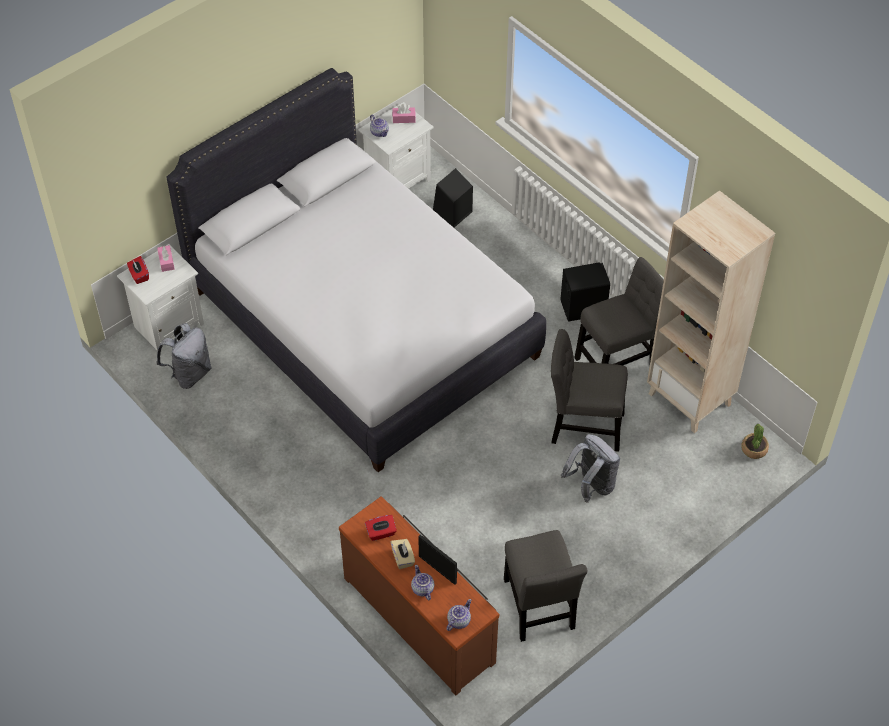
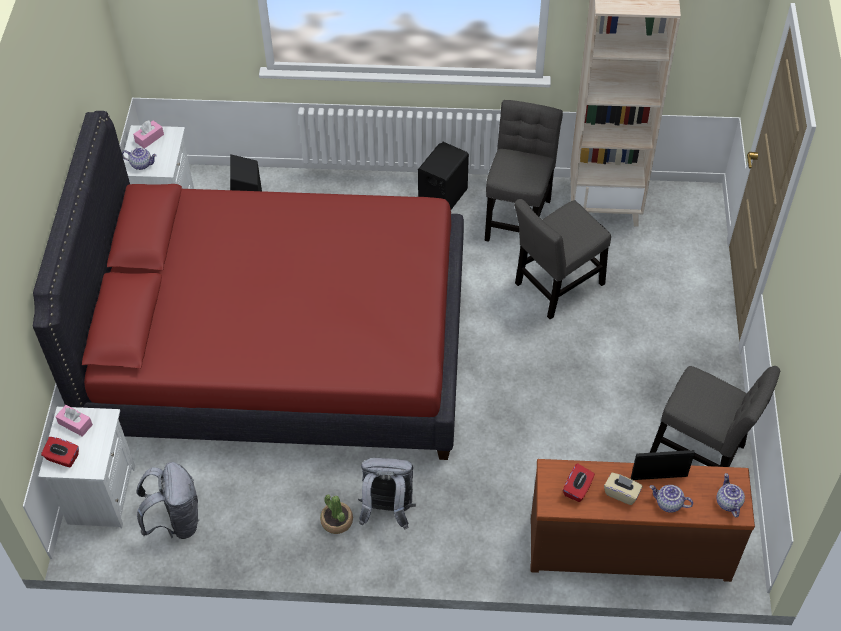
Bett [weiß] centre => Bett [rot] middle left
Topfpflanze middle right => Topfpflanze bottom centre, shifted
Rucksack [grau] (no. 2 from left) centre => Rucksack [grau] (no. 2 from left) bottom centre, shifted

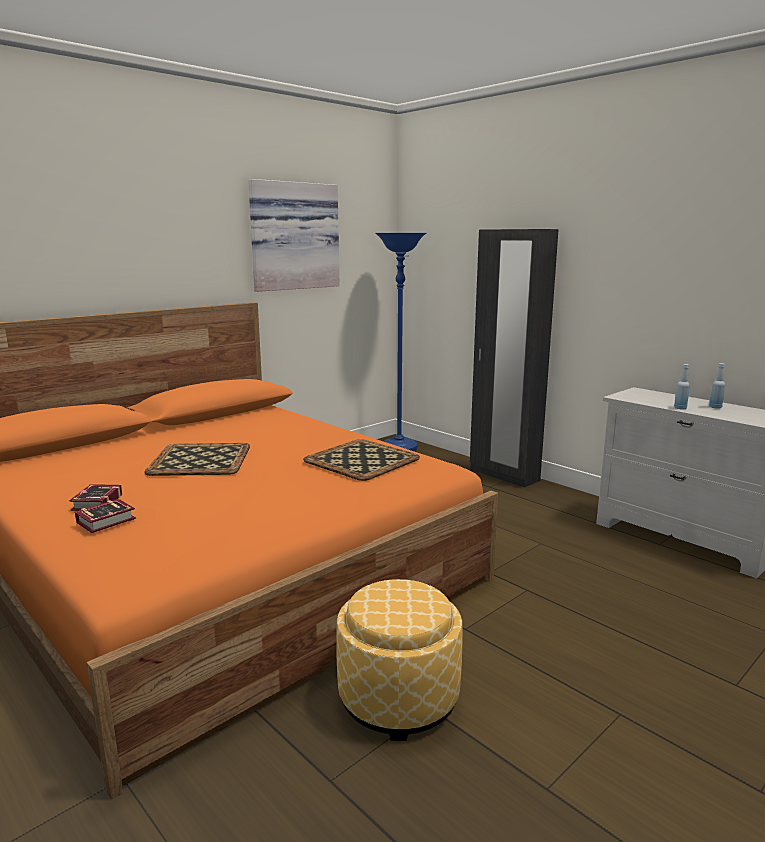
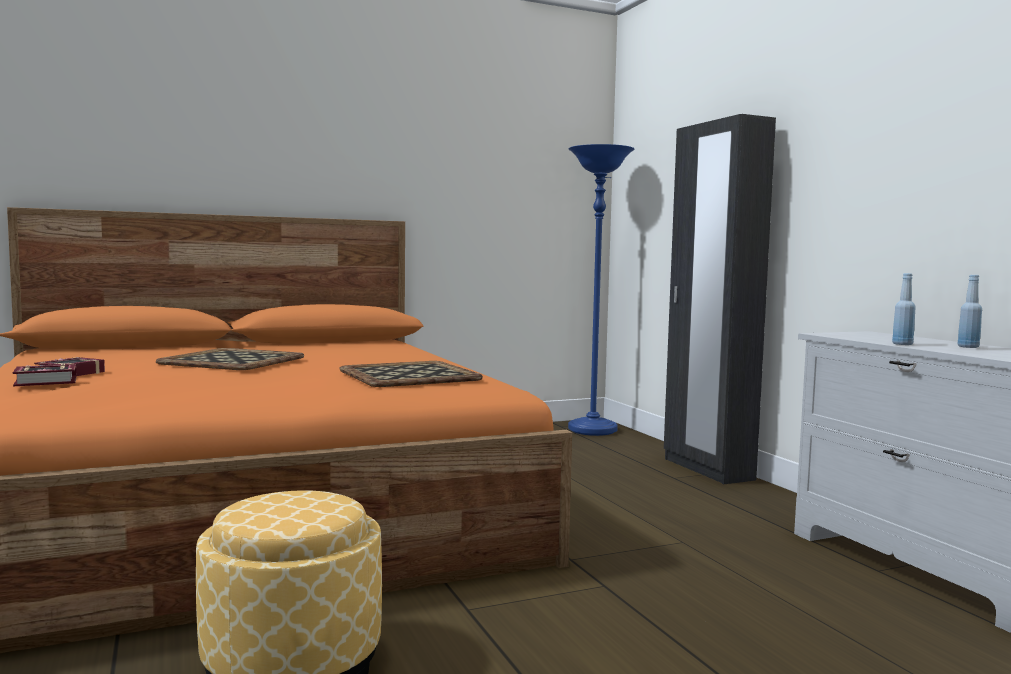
Bild top centre => nothing

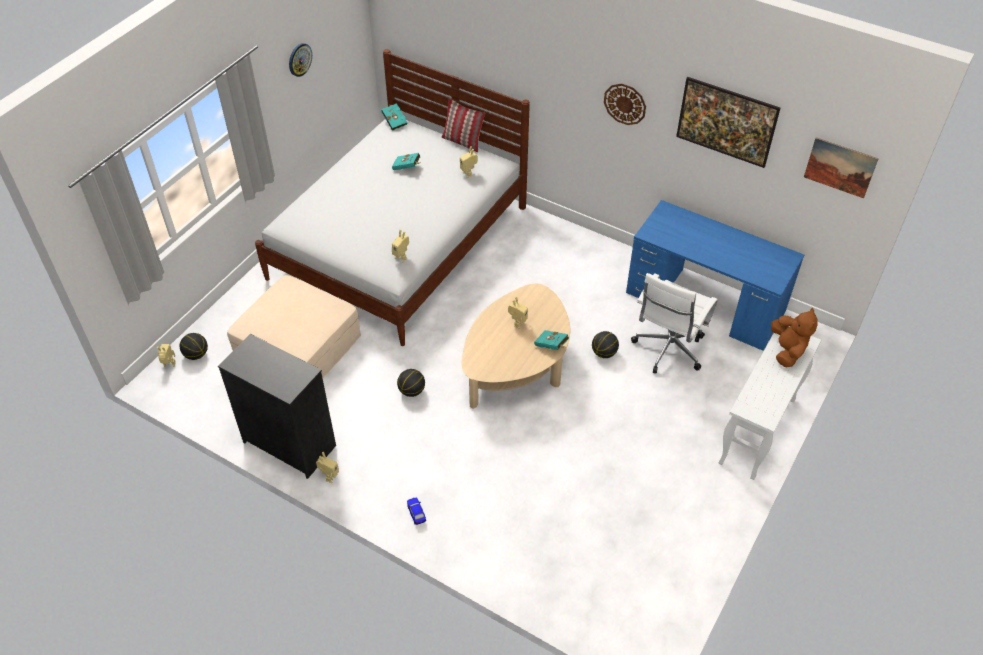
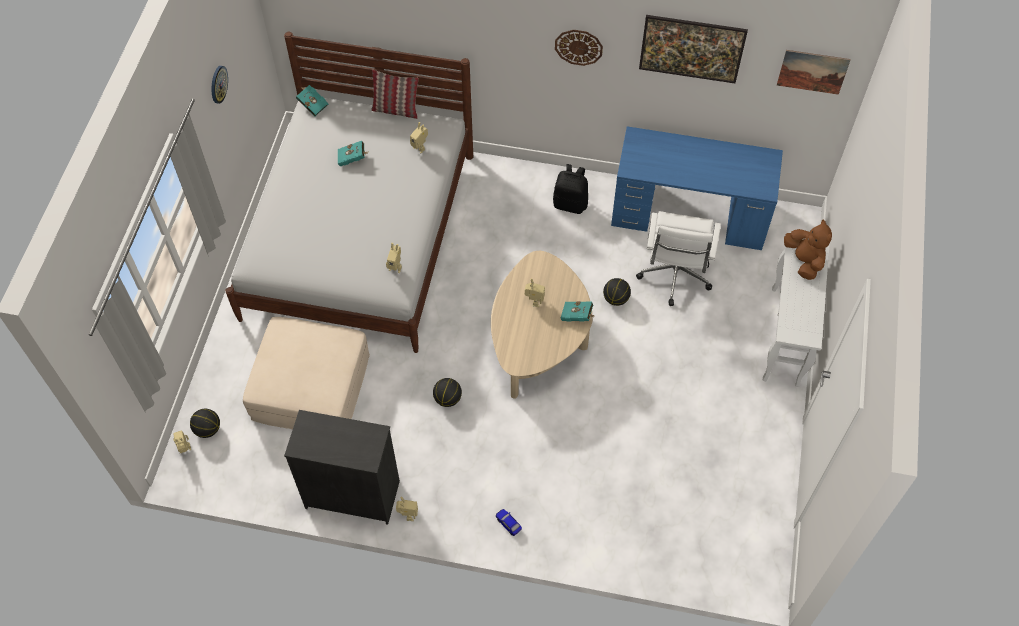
nothing => Rucksack [schwarz] top centre

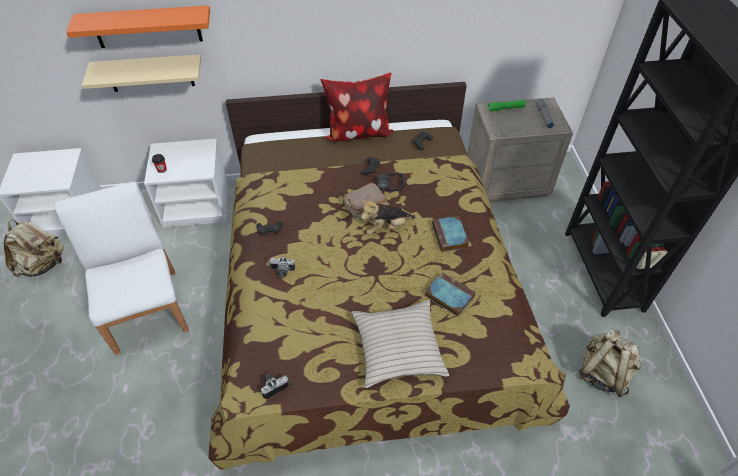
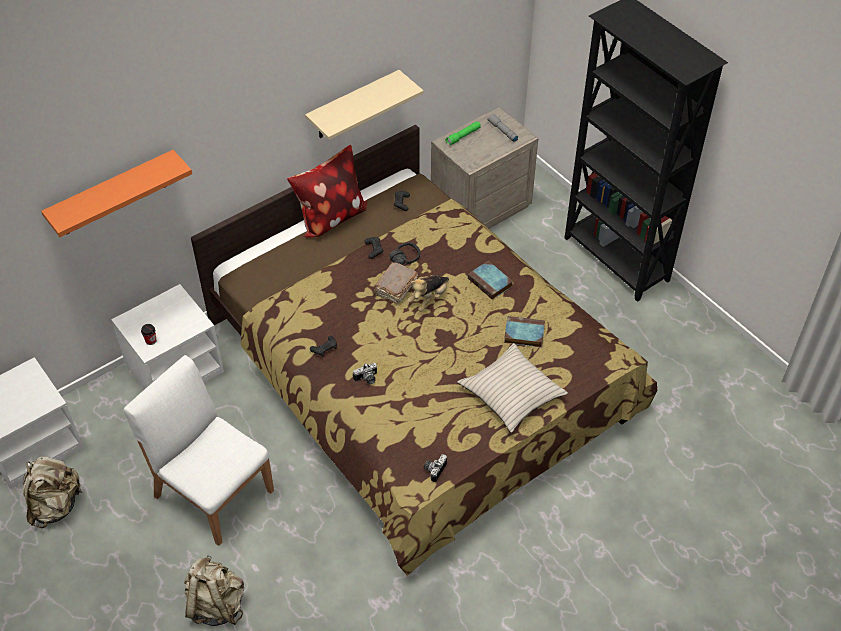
Rucksack [beige] (no. 2 from left) bottom right => Rucksack [beige] (no. 2 from left) bottom left, shifted
Wandregal [beige] top left => Wandregal [beige] top centre, shifted

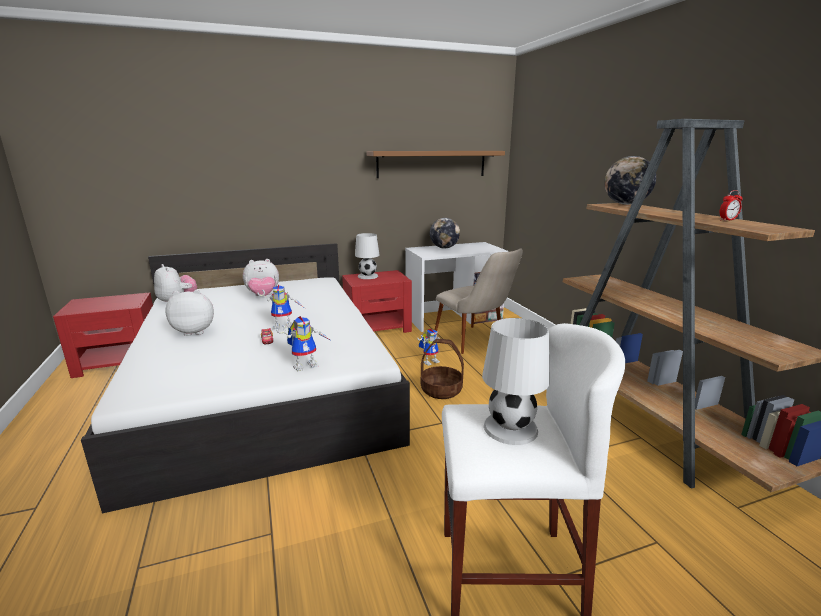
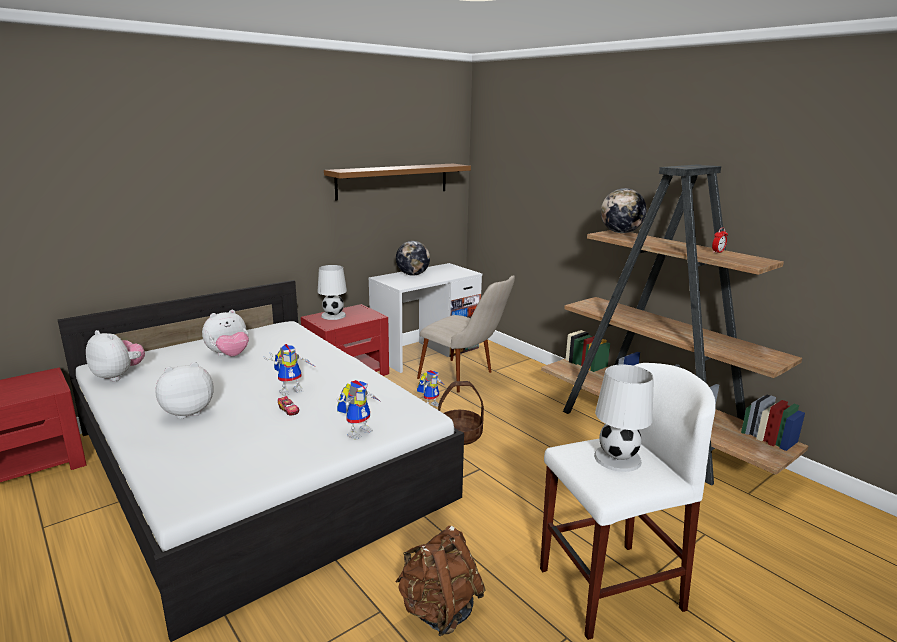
nothing => Rucksack [braun] bottom centre

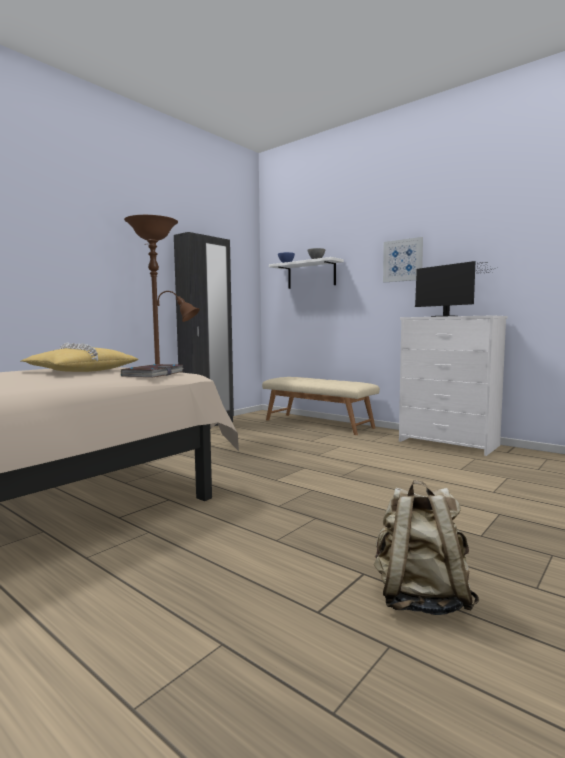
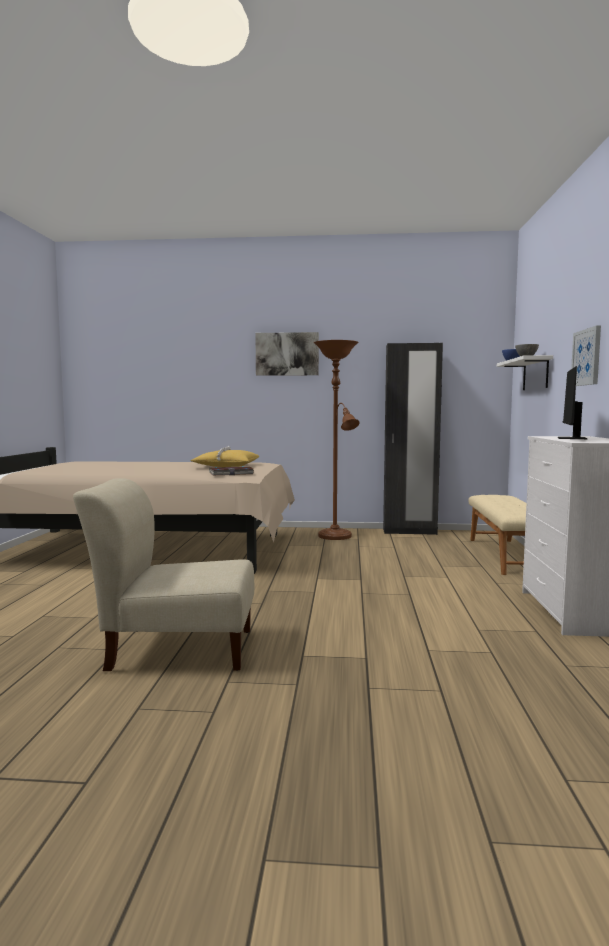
Rucksack [beige] bottom right => Stuhl [beige] middle left
nothing => Bild (no. 1 from left) centre

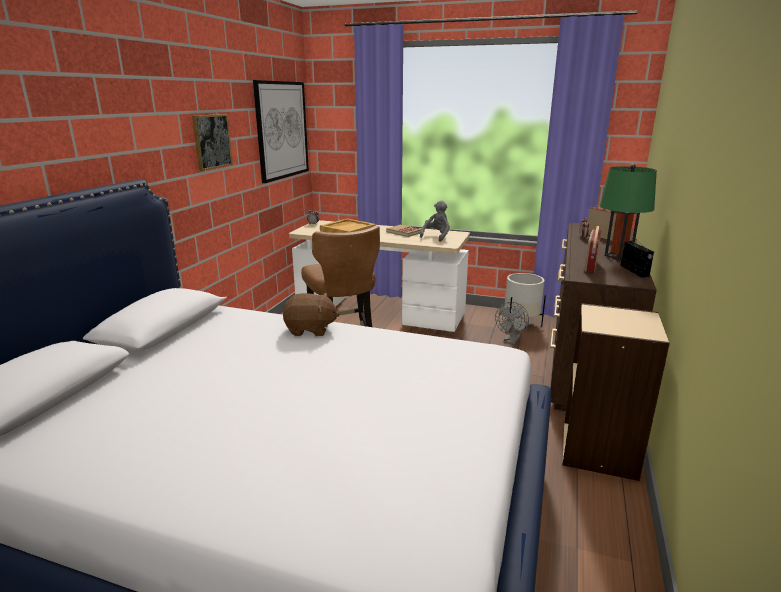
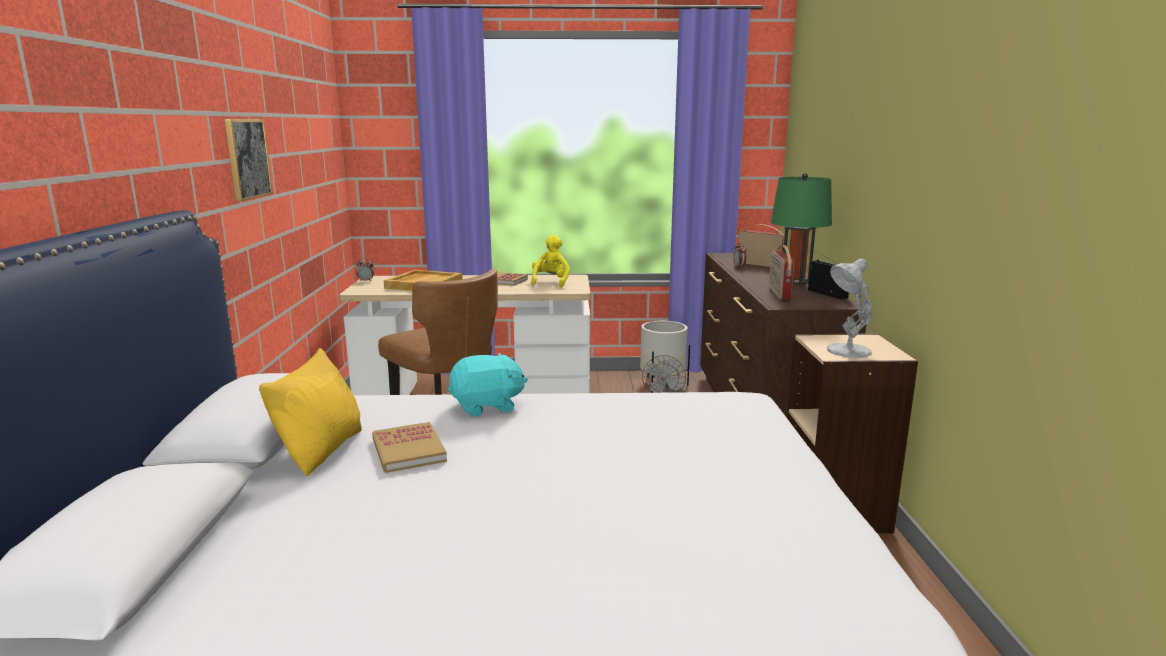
nothing => Kissen [gelb] middle left
nothing => Buch (no. 1 from left) bottom centre
Plüschtier [braun] centre => Plüschtier [türkis] centre
Plüschtier [grau] centre => Plüschtier [gelb] centre
nothing => Tischlampe [weiß] middle right
Bild (no. 2 from left) top centre => nothing

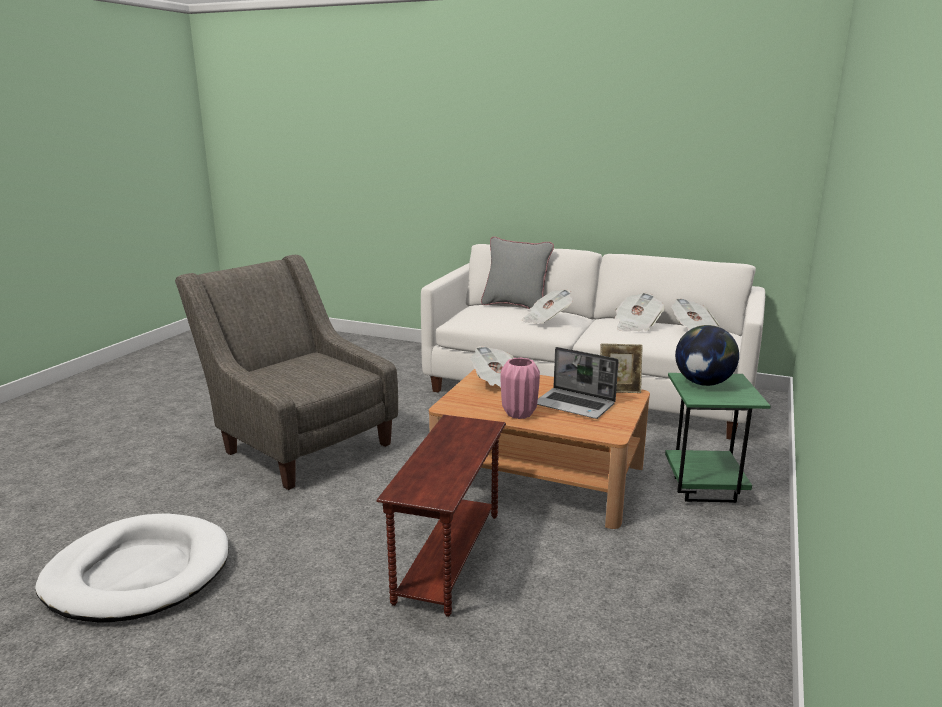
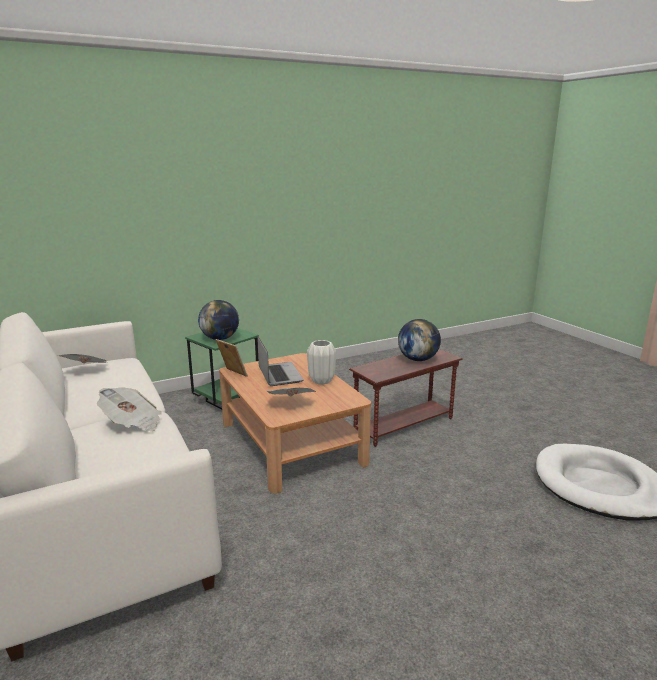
Vase [rosa] centre => Vase [weiß] centre
nothing => Globus (no. 2 from left) centre
Sessel [grau] middle left => nothing
Kissen [grau] centre => nothing
Zeitung (no. 3 from left) middle right => nothing

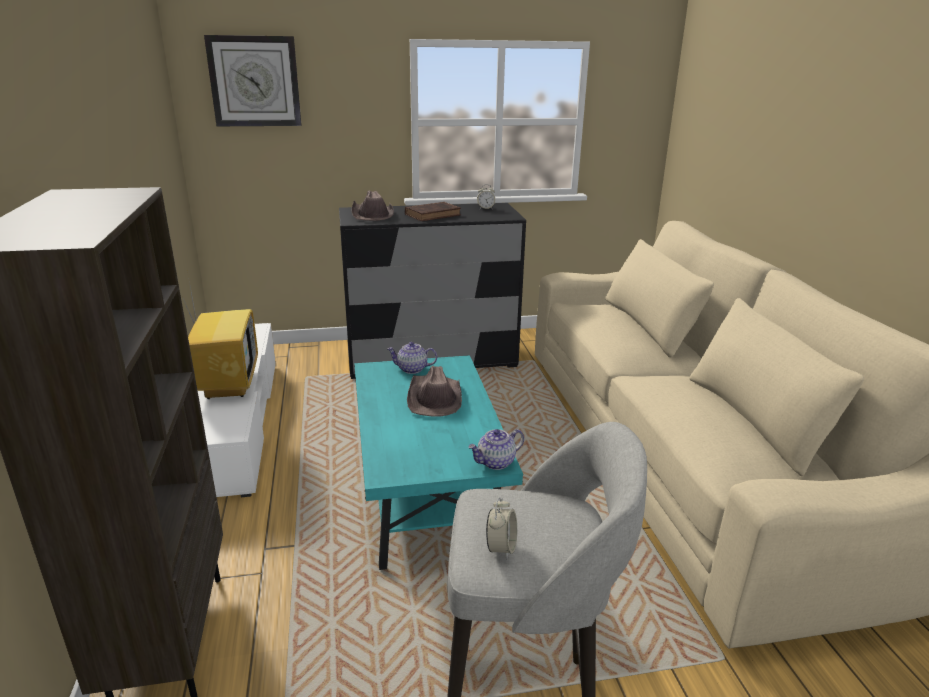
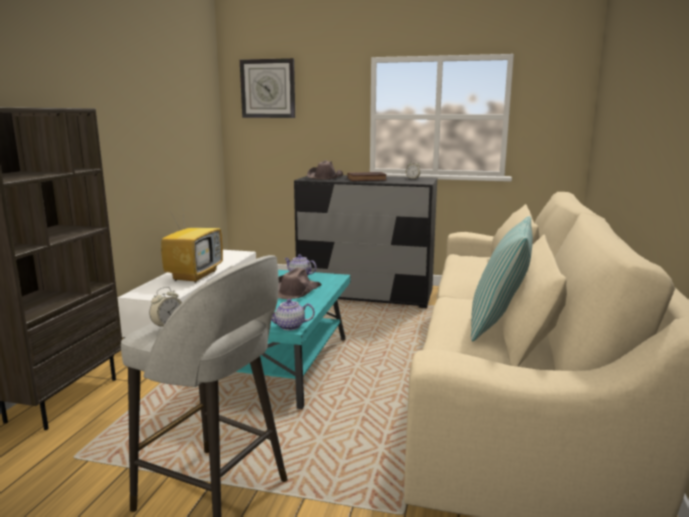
nothing => Kissen middle right

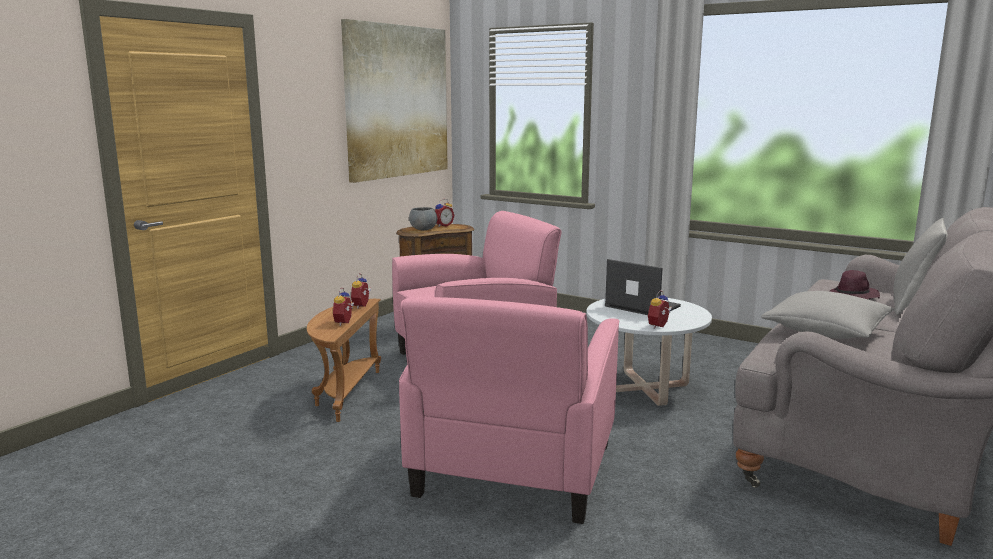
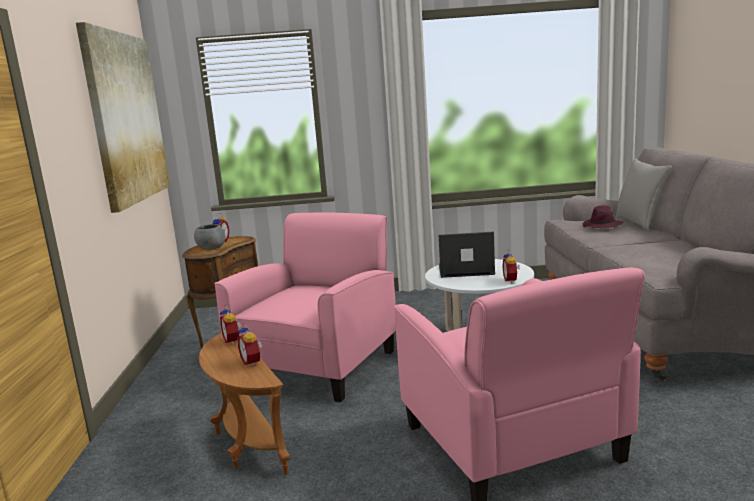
Kissen [grau] (no. 1 from left) middle right => nothing

